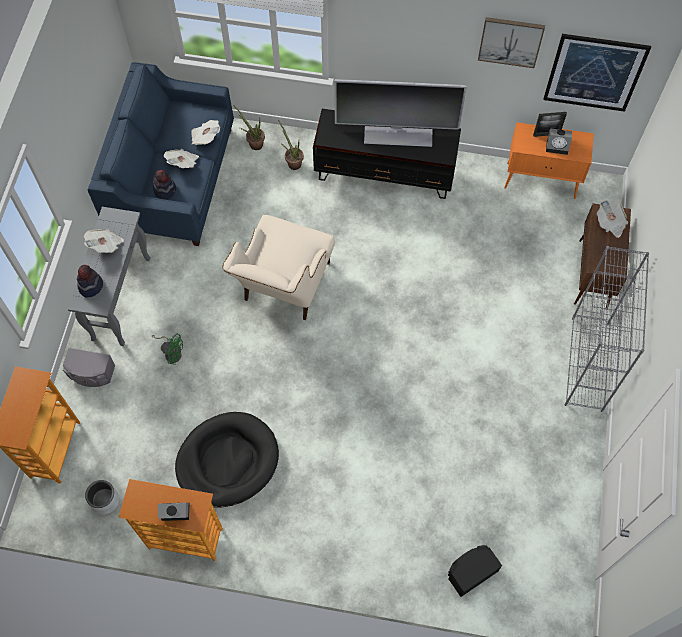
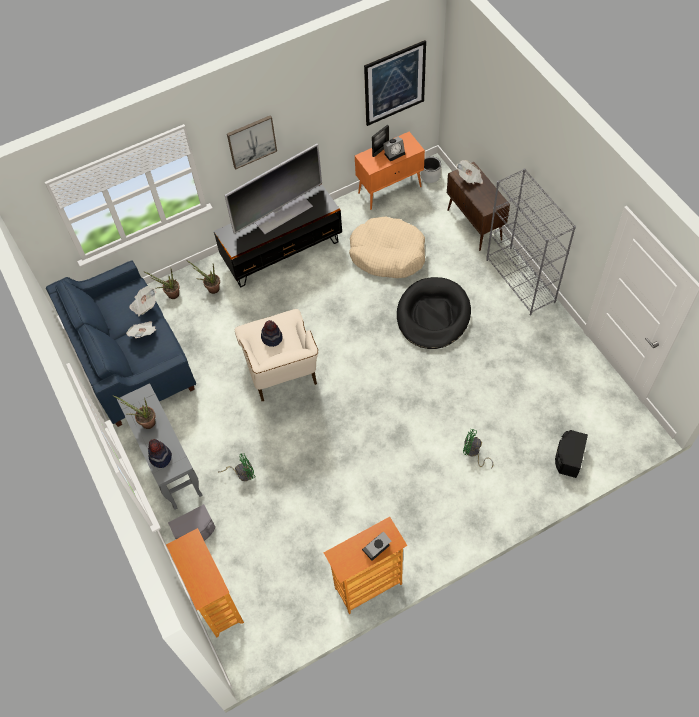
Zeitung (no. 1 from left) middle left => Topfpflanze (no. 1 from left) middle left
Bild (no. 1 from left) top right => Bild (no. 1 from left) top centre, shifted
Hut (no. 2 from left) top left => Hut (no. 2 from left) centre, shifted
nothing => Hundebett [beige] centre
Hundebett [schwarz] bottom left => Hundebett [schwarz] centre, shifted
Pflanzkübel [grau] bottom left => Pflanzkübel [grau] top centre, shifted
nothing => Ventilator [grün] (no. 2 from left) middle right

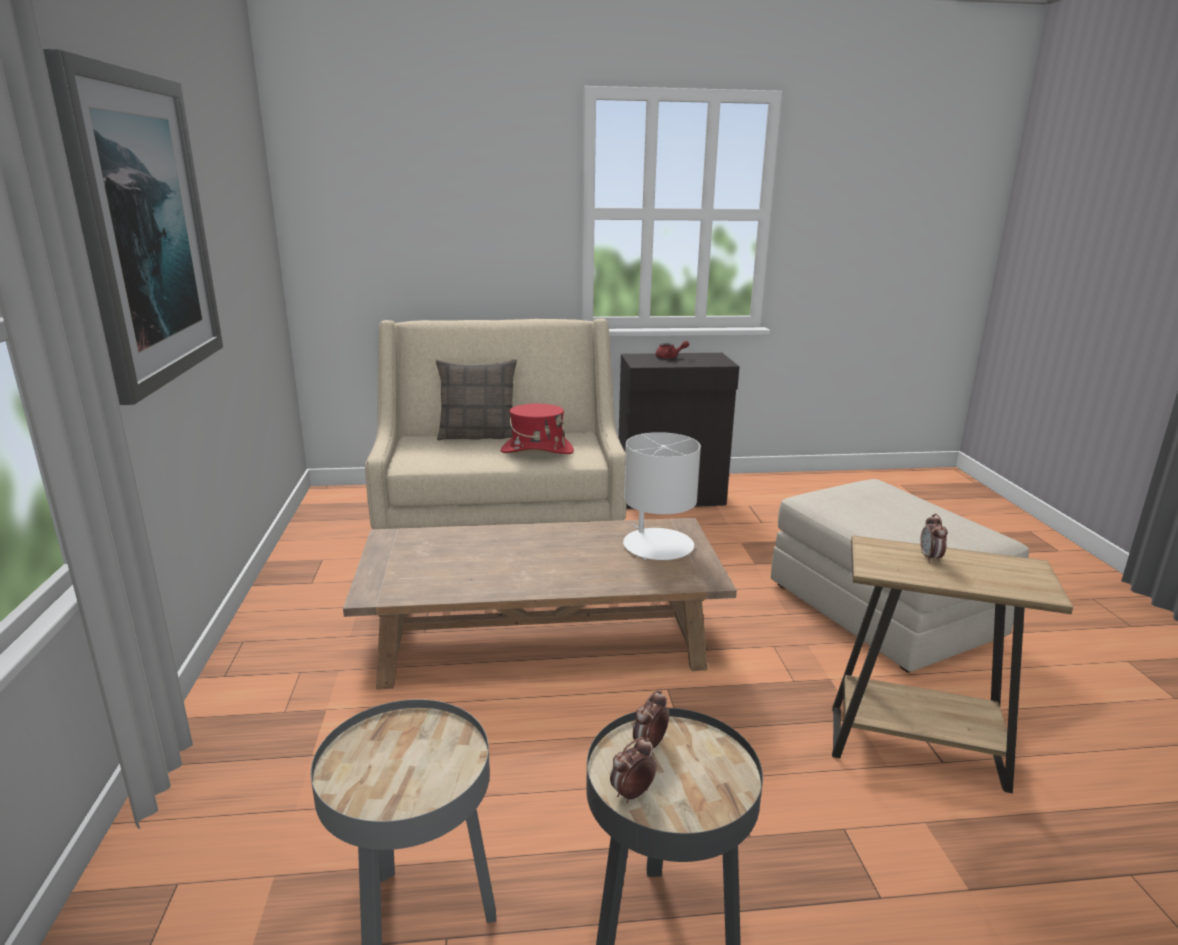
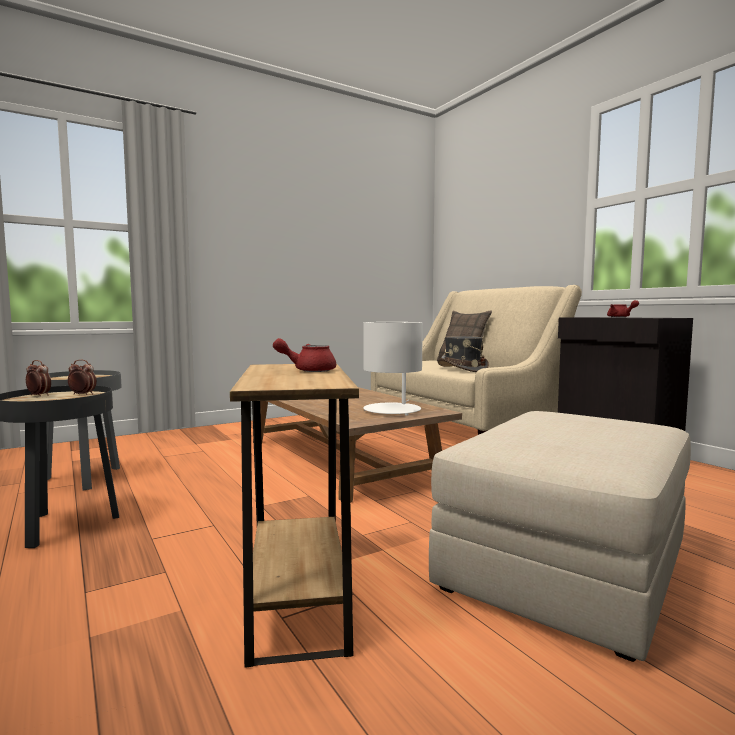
Wecker (no. 3 from left) middle right => Teekanne [rot] (no. 1 from left) centre
Hut [rot] centre => Hut [grau] centre
Bild top left => nothing

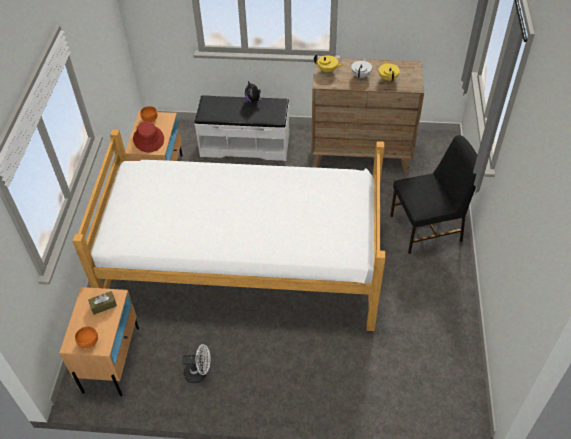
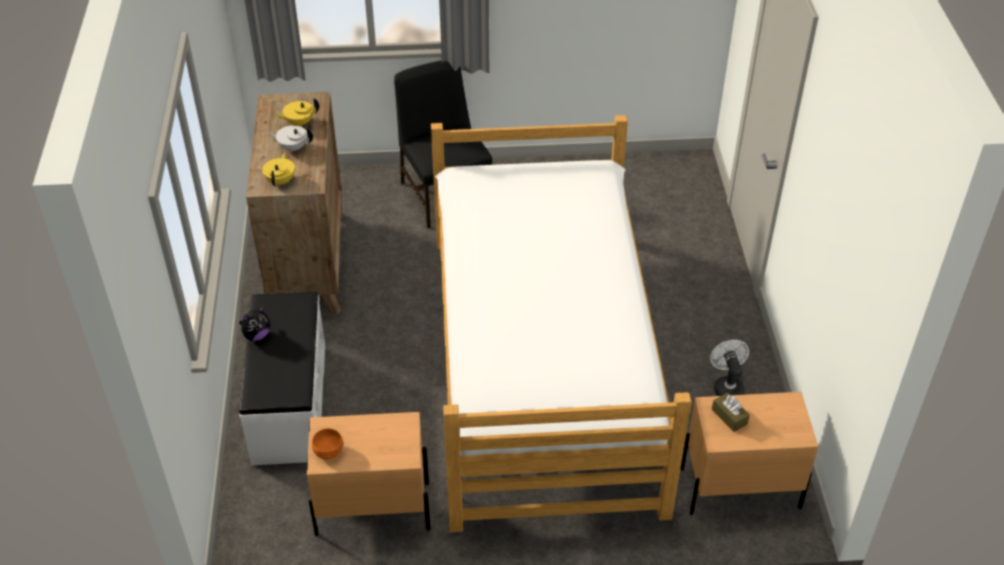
Schüssel [orange] (no. 1 from left) bottom left => nothing
Hut [rot] top left => nothing

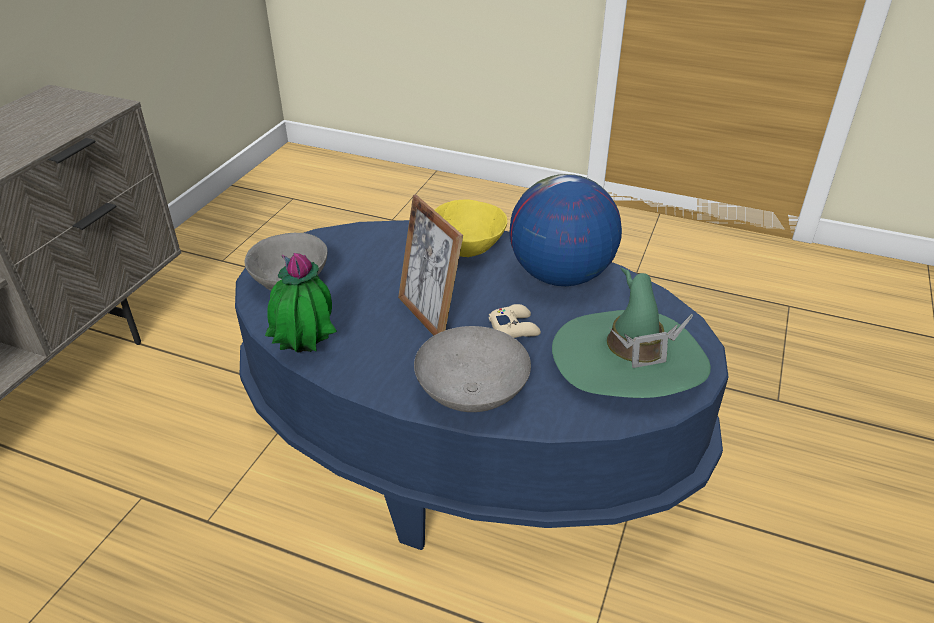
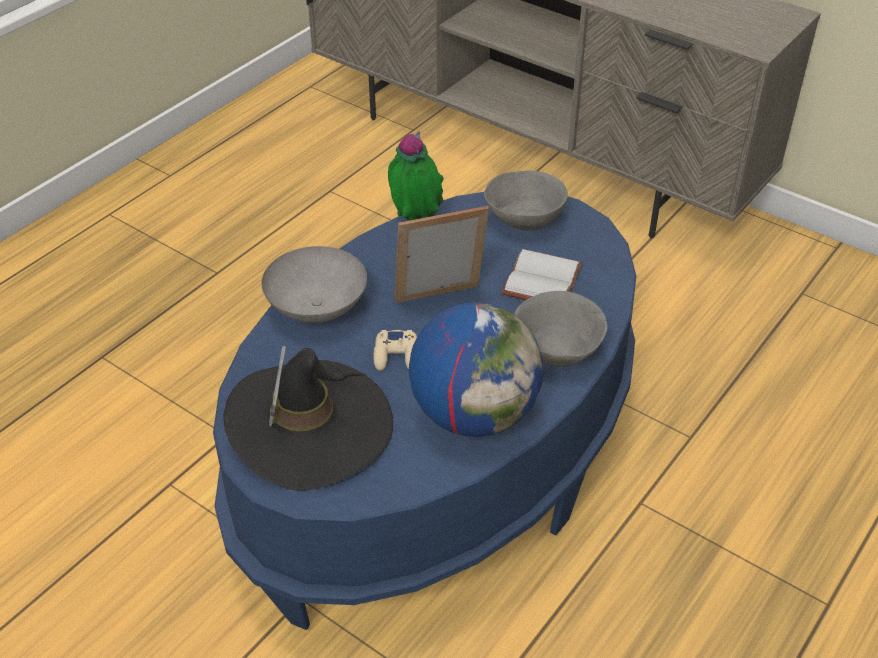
Hut [grün] middle right => Hut [schwarz] centre
nothing => Buch [weiß] centre
Schüssel [gelb] centre => Schüssel [grau] (no. 3 from left) centre

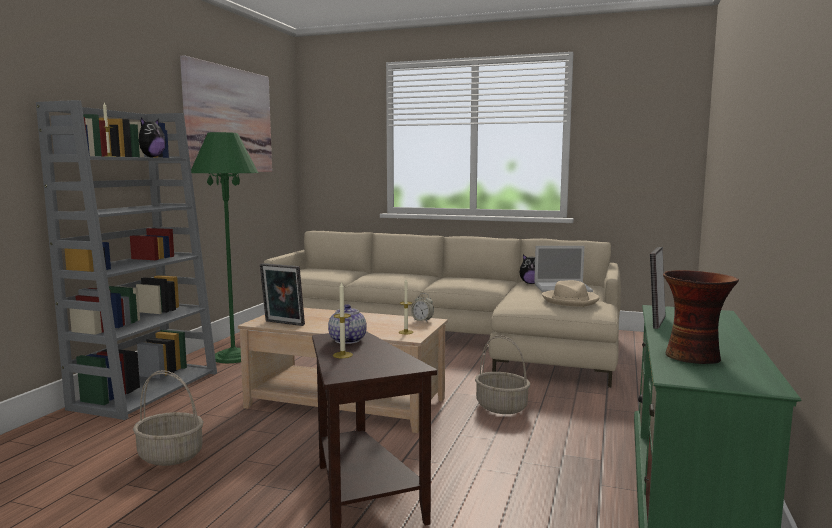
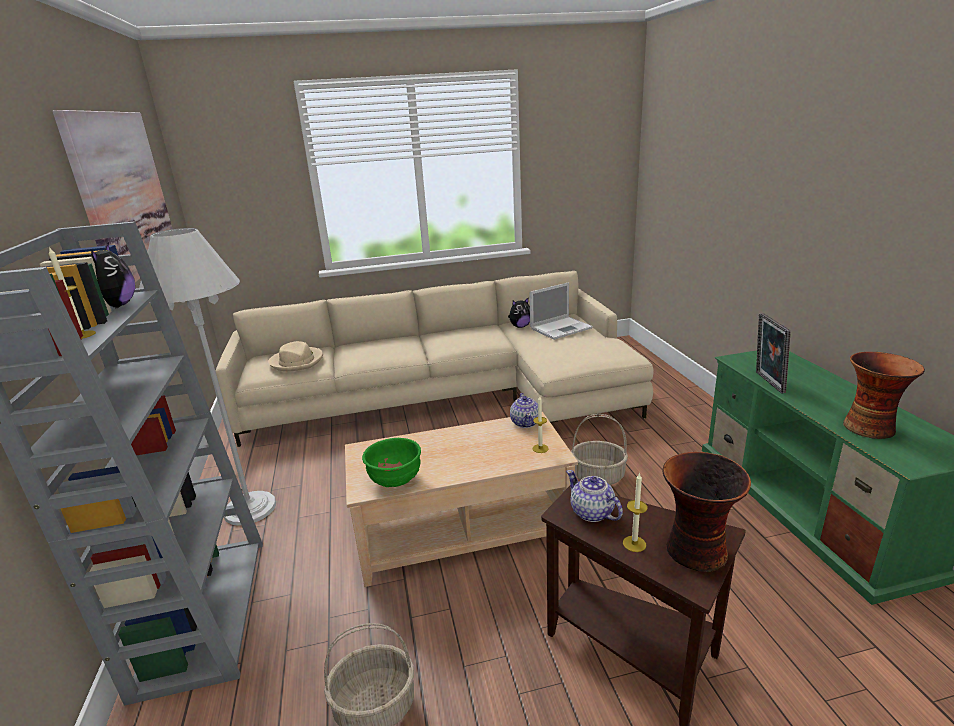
Stehlampe [grün] middle left => Stehlampe [weiß] middle left
Hut [beige] middle right => Hut [beige] middle left, shifted
Bilderrahmen (no. 1 from left) centre => Schüssel [grün] centre
Wecker centre => Teekanne (no. 1 from left) centre
nothing => Vase (no. 1 from left) bottom right

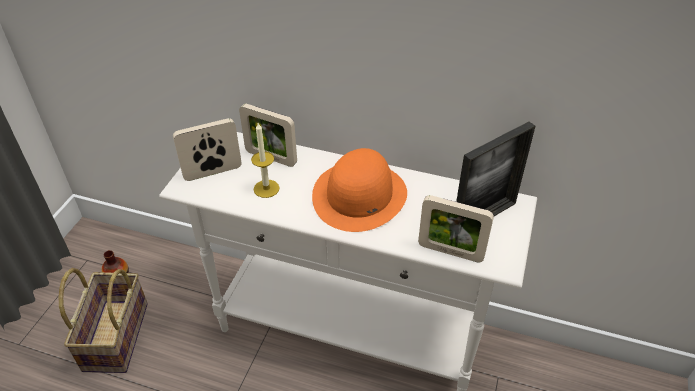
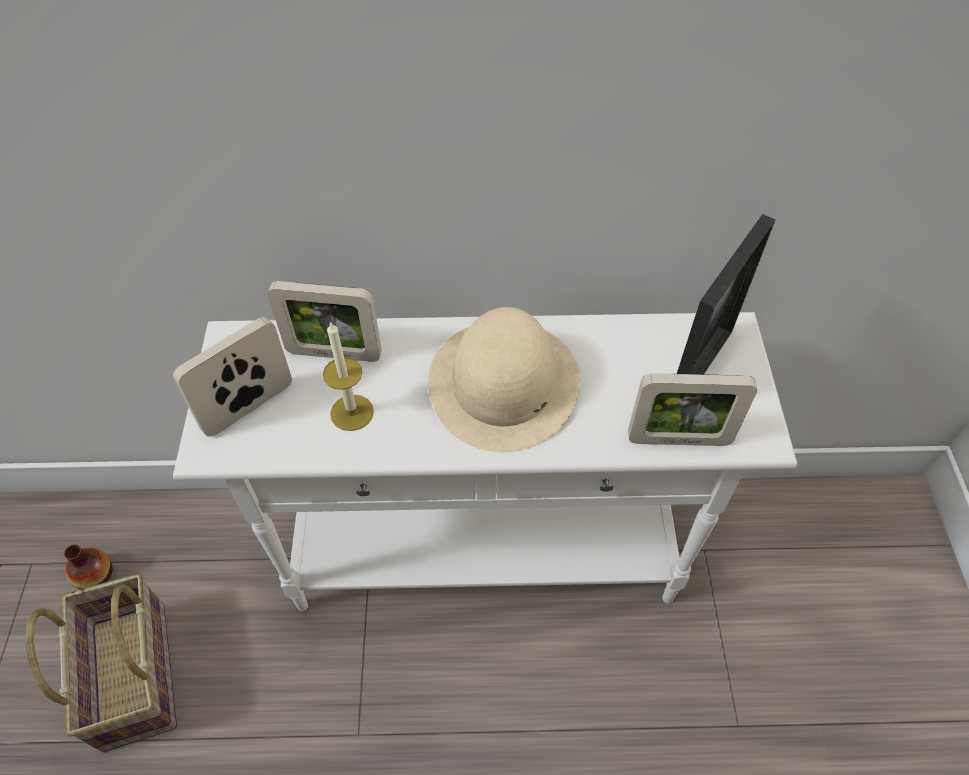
Hut [orange] centre => Hut [beige] centre

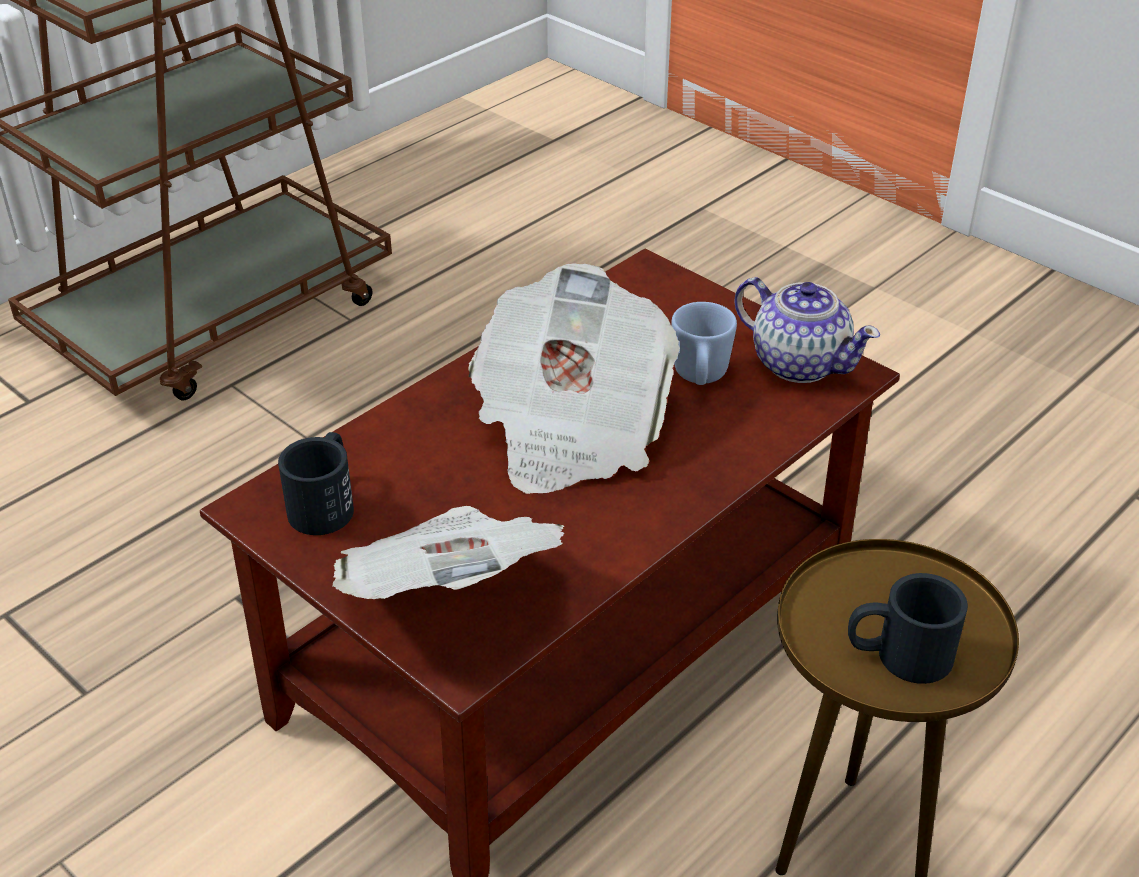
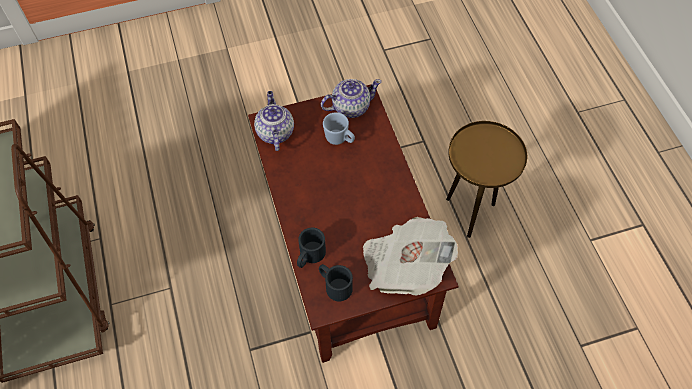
nothing => Teekanne (no. 1 from left) top centre
Henkelbecher [schwarz] (no. 2 from left in the first image) bottom right => Henkelbecher [schwarz] (no. 1 from left) centre, shifted
Zeitung (no. 2 from left) centre => nothing

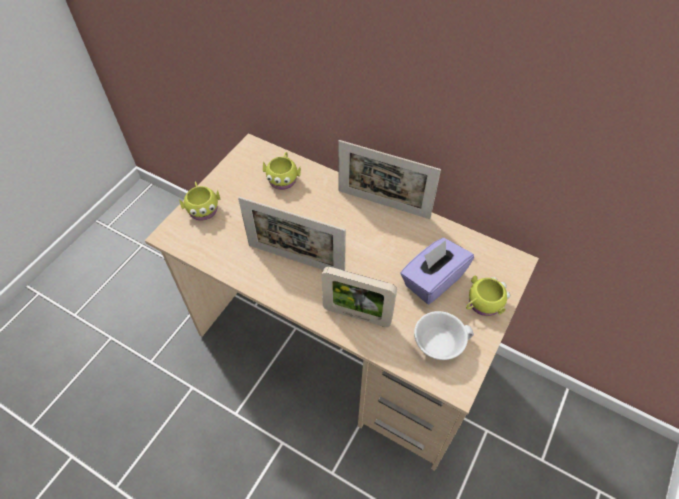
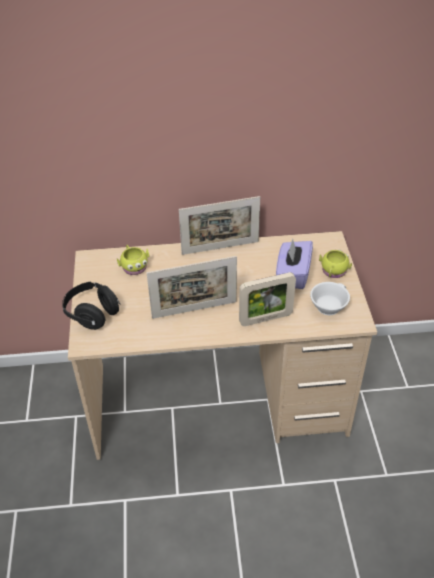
Henkelbecher [gelb] (no. 1 from left) middle left => Kopfhörer [schwarz] middle left

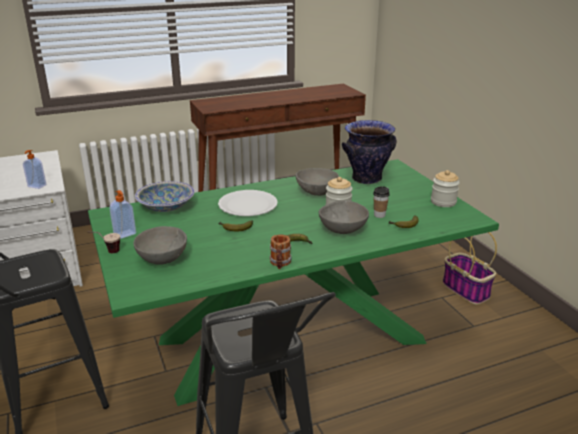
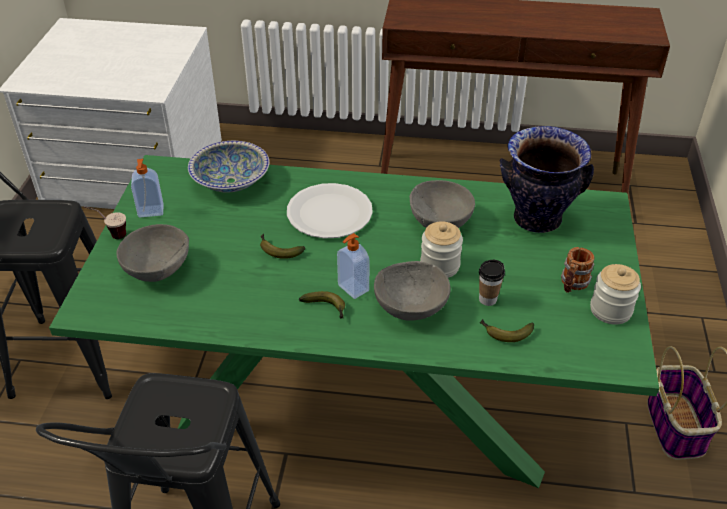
Seifenspender (no. 1 from left in the first image) middle left => Seifenspender (no. 2 from left) centre, shifted
Henkelbecher centre => Henkelbecher middle right, shifted

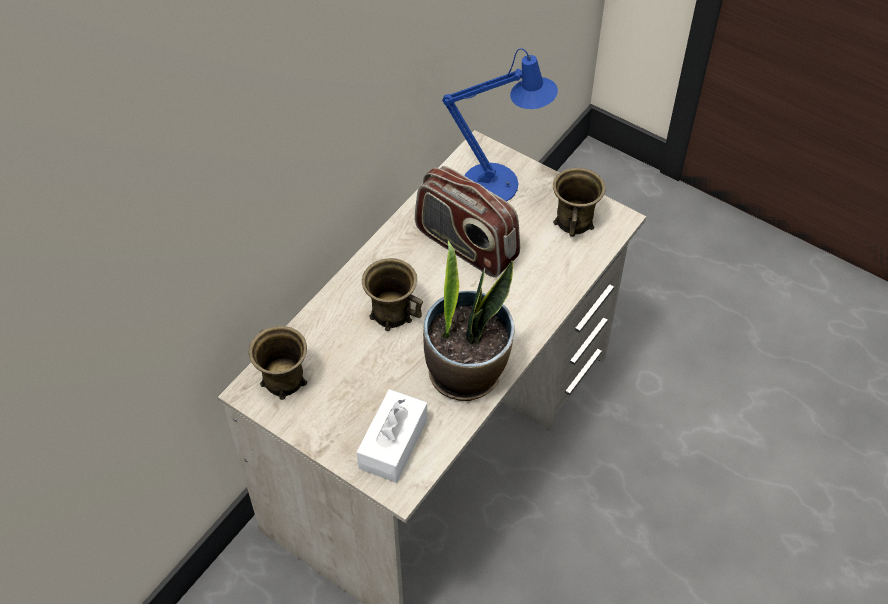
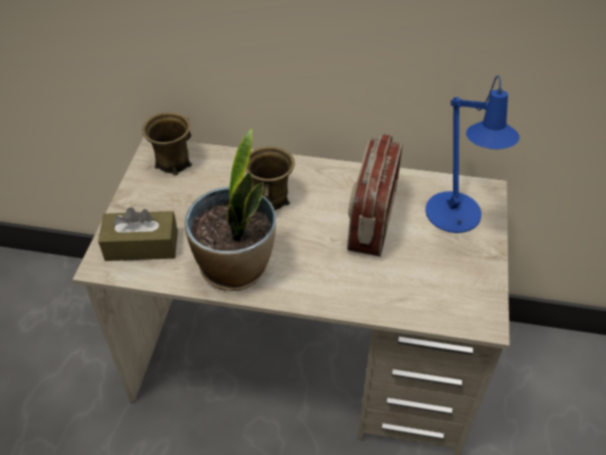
Taschentuchbox [weiß] bottom centre => Taschentuchbox [braun] middle left
Henkelbecher [braun] (no. 3 from left) centre => nothing

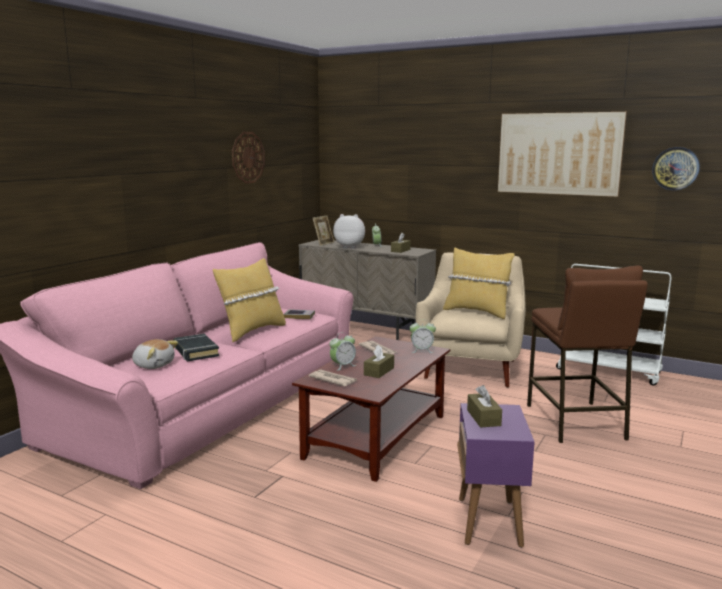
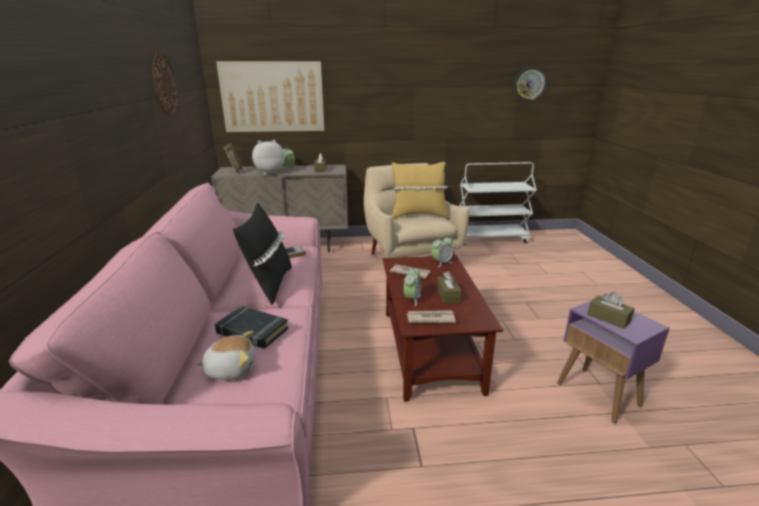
Bild top right => Bild top centre, shifted
Kissen [gelb] (no. 1 from left) centre => Kissen [schwarz] centre
Hocker [braun] middle right => nothing

